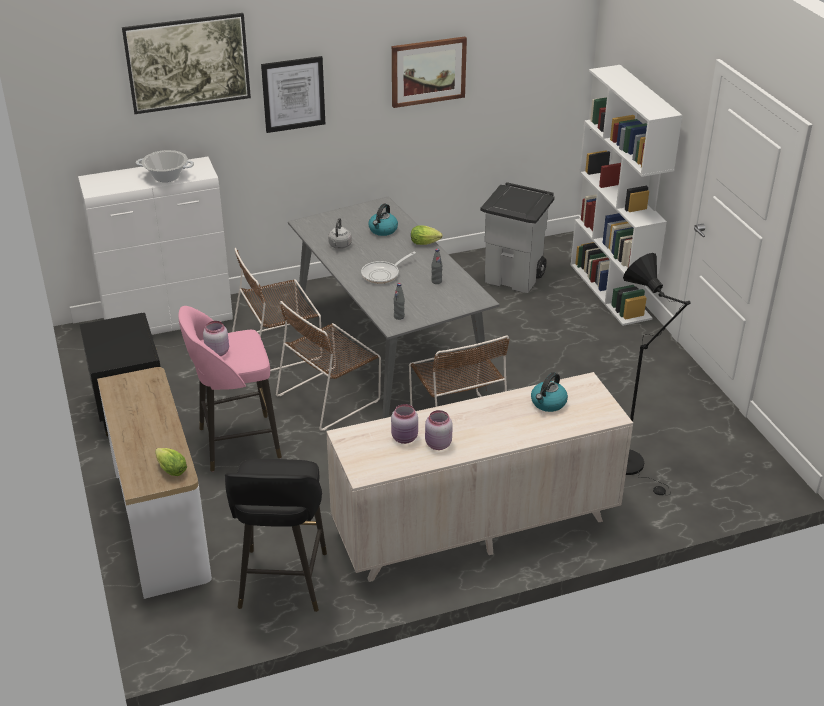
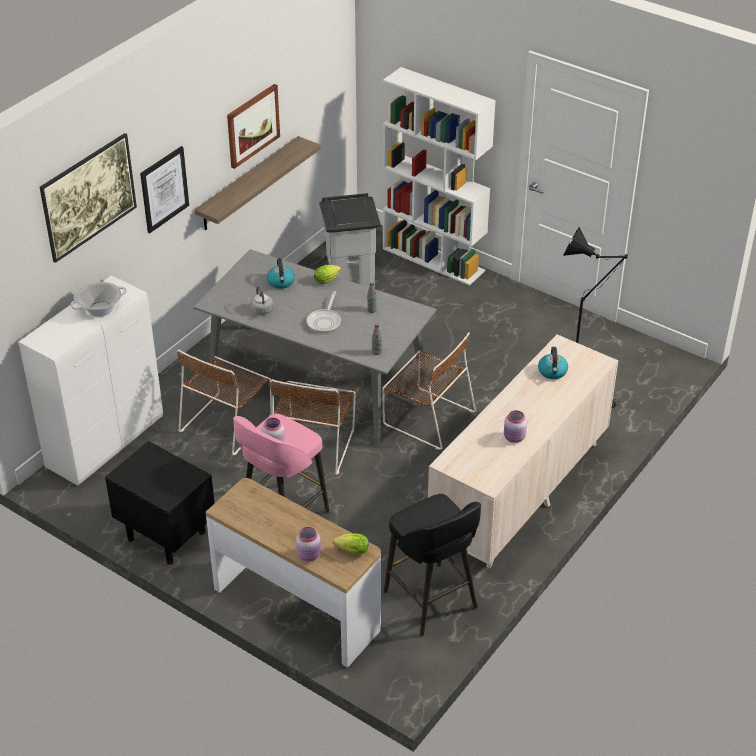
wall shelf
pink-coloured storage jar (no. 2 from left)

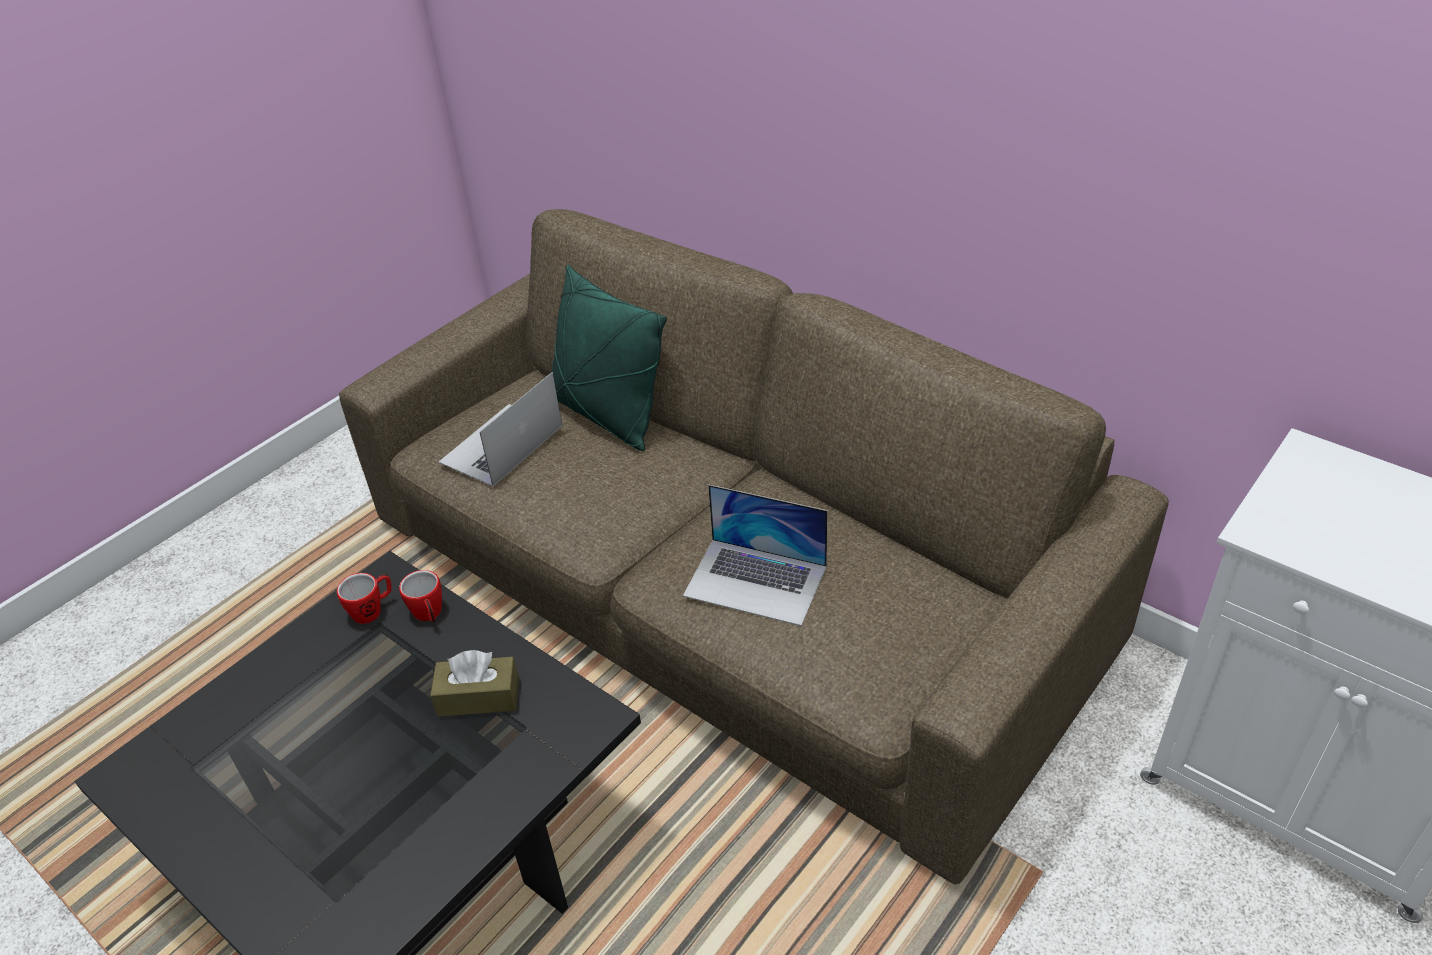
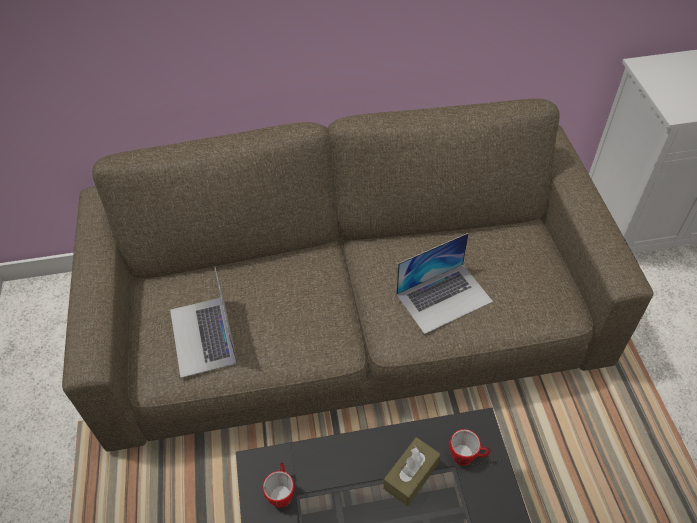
tea mug (no. 2 from left)
green-coloured pillow

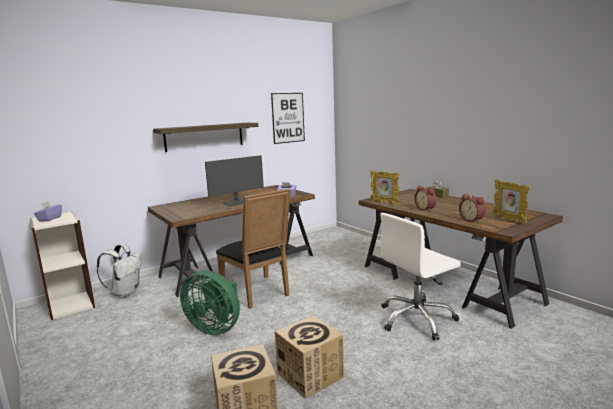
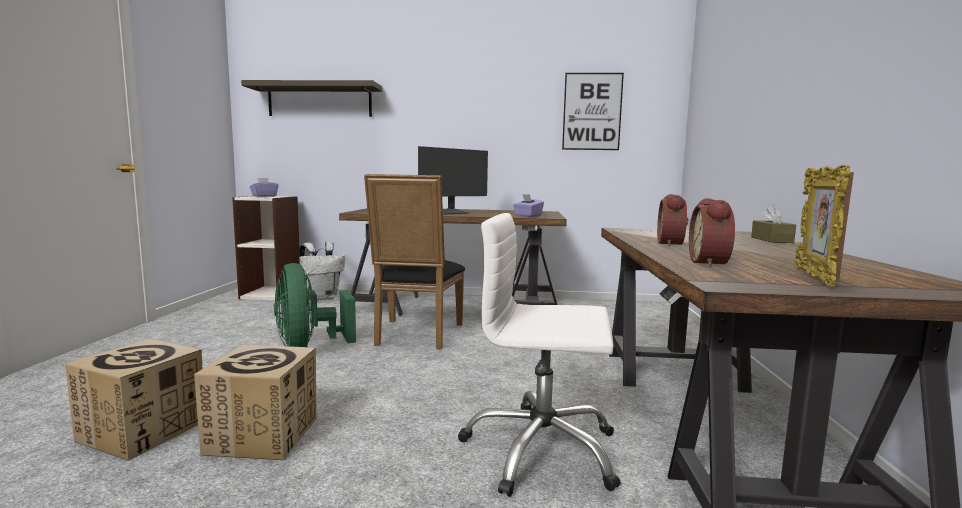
wall shelf
monitor
photo frame (no. 1 from left in the first image)

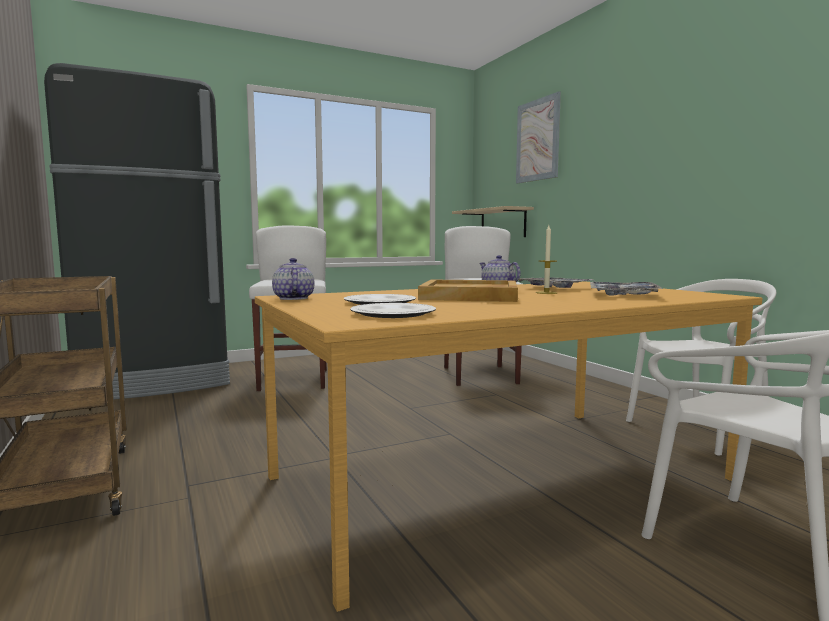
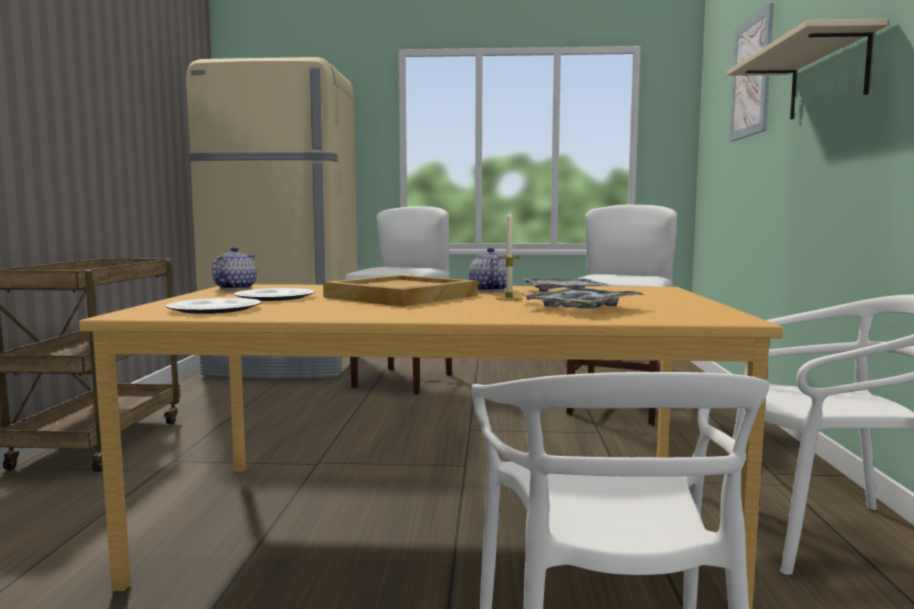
beige refrigerator
beige wall shelf

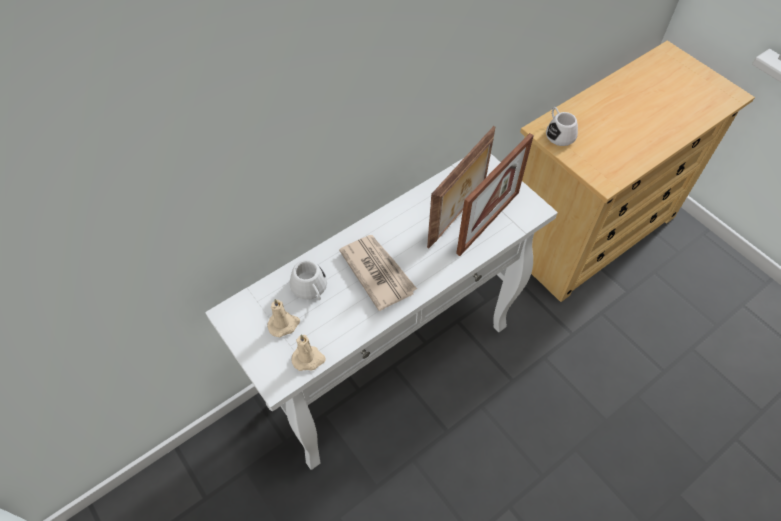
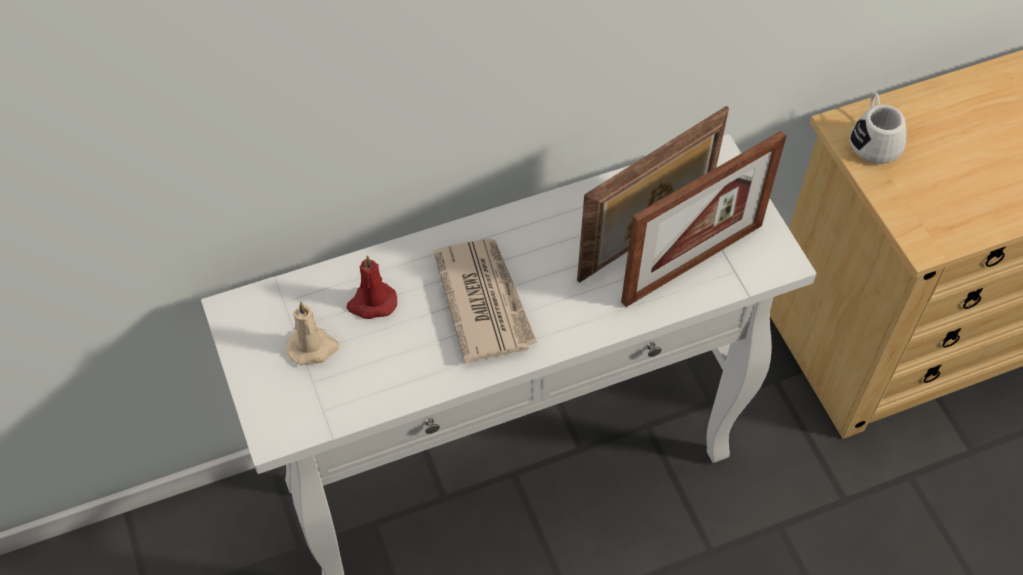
red wax candle
beige wax candle (no. 2 from left in the first image)

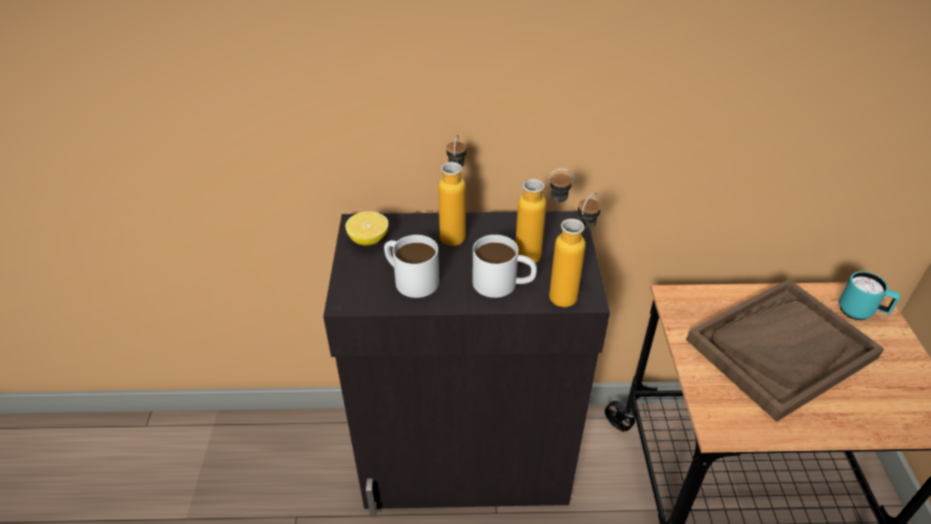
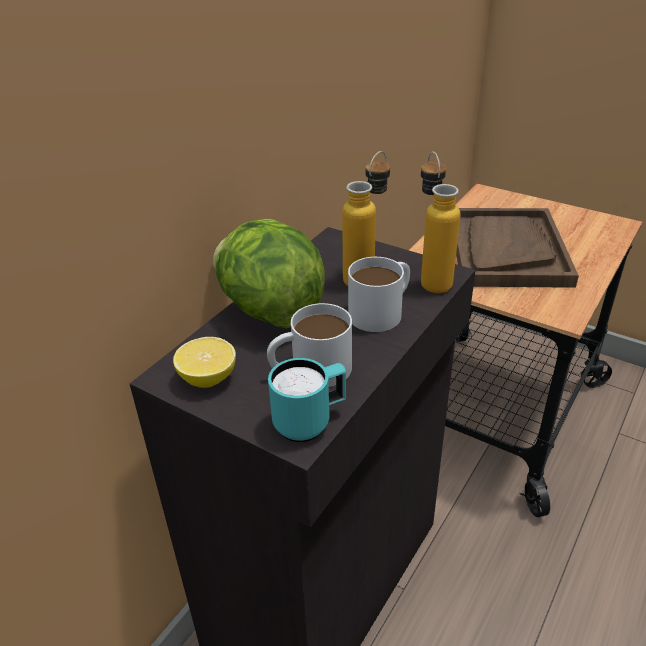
lettuce
turquoise-coloured tea mug

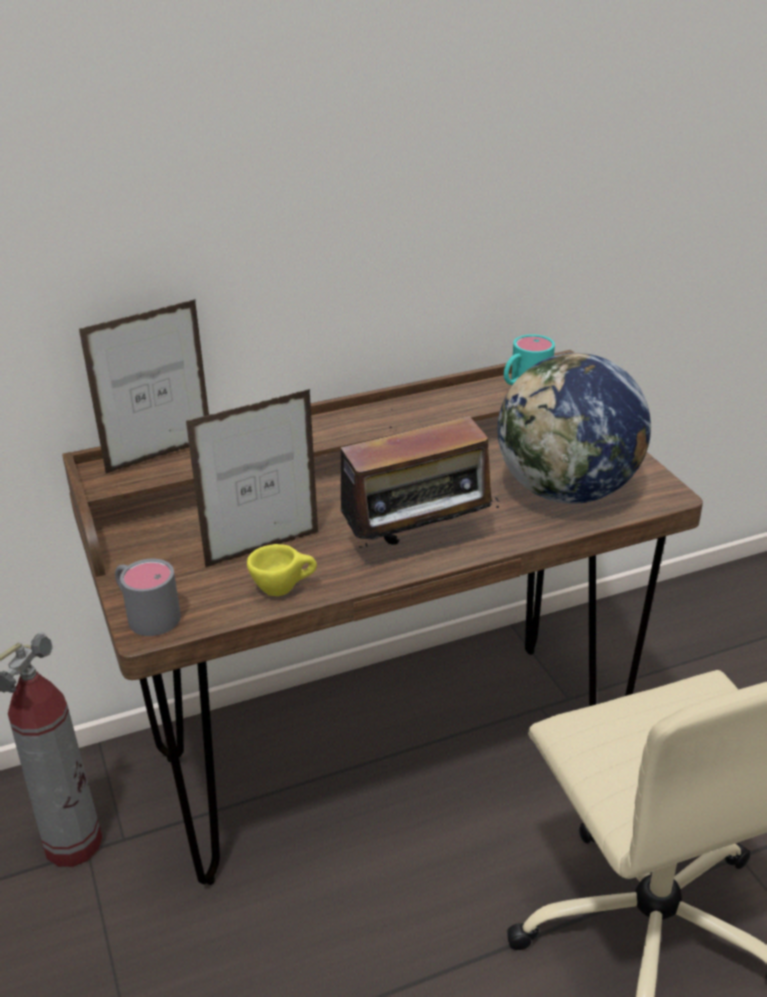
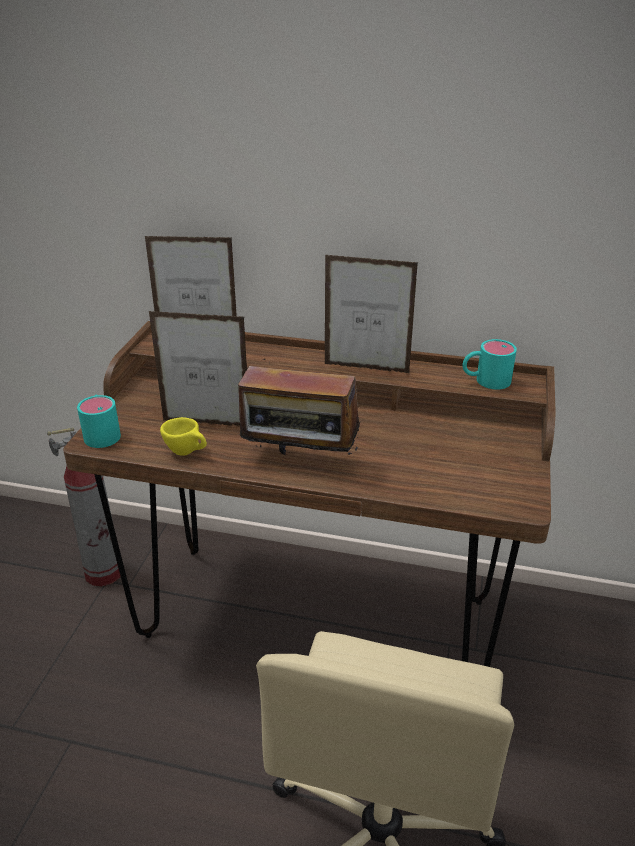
turquoise-coloured tea mug (no. 1 from left)
photo frame (no. 3 from left)
globe

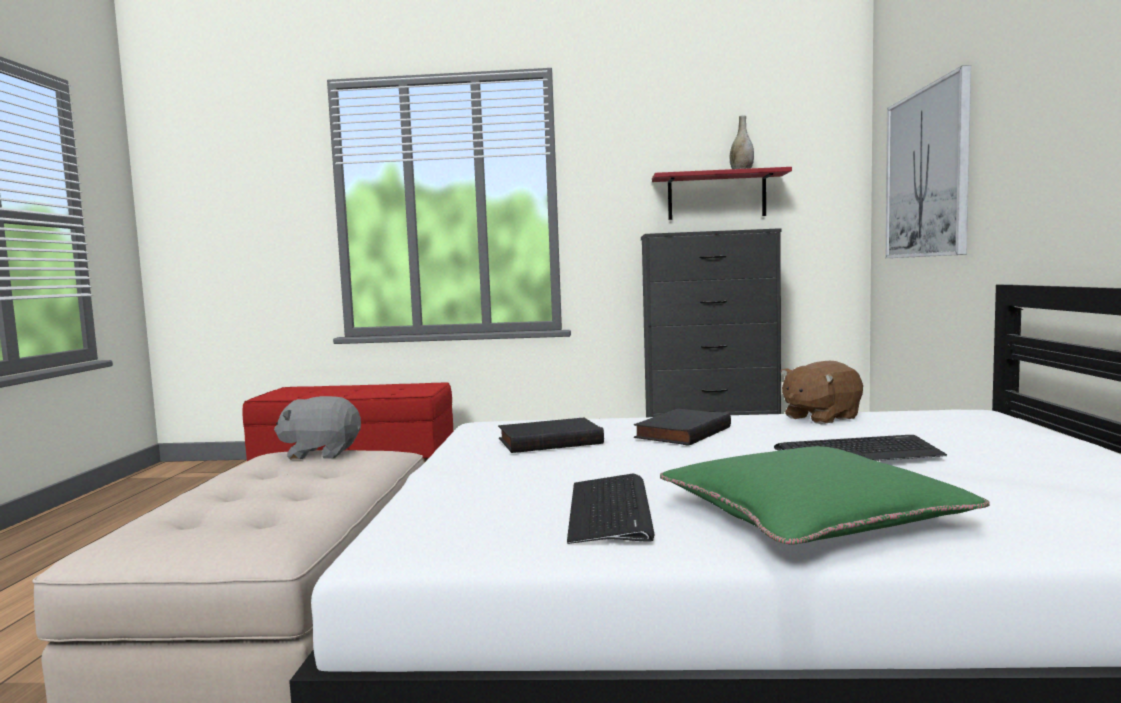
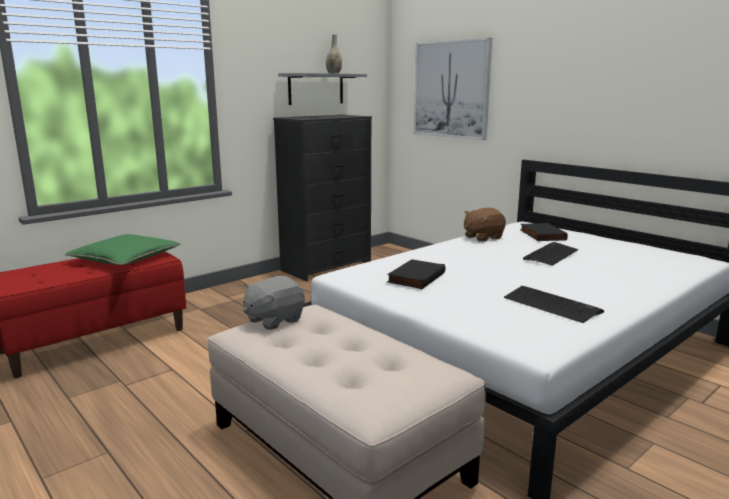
green-coloured pillow
gray wall shelf
brownish plush toy
black-coloured book (no. 2 from left)

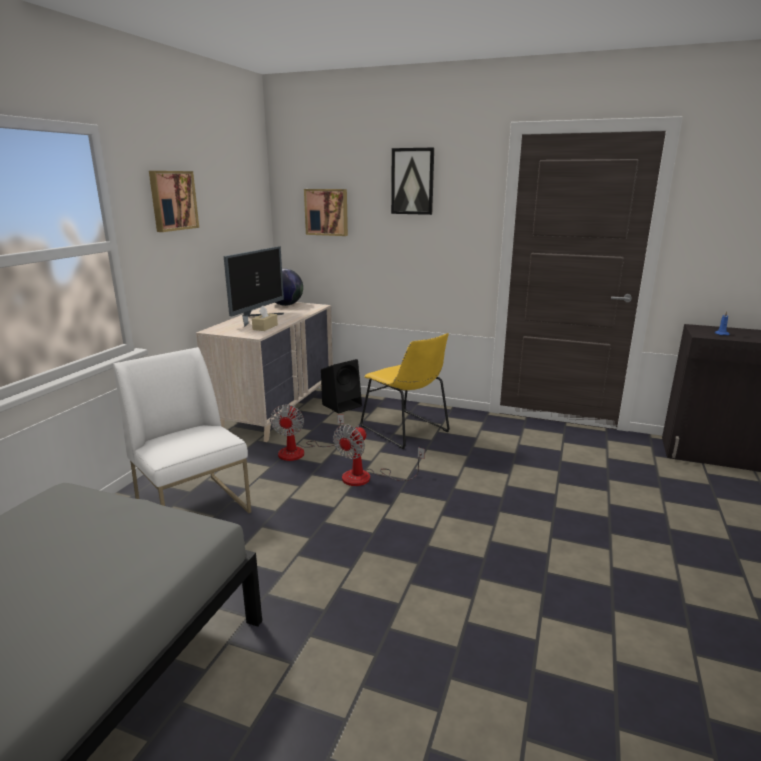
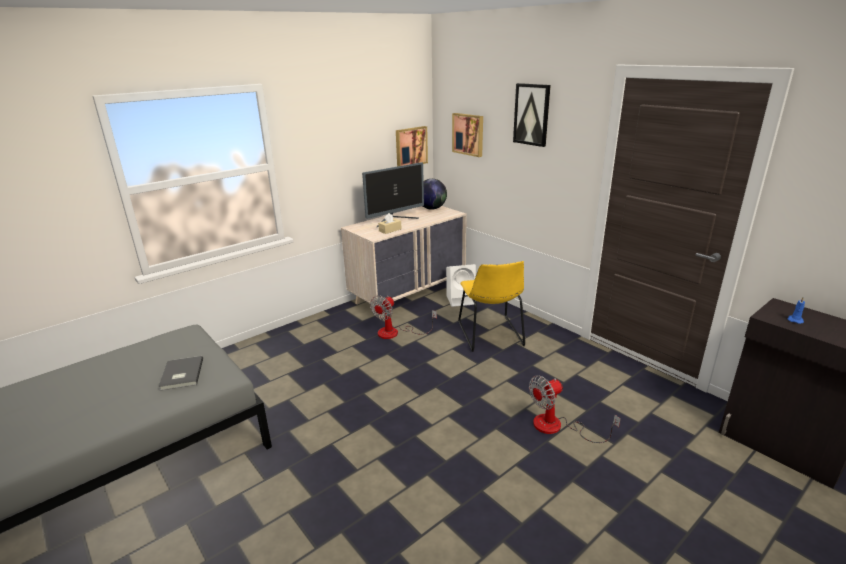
gray book
picture (no. 1 from left)
whitish speaker
electric fan (no. 2 from left)
whitish upright chair

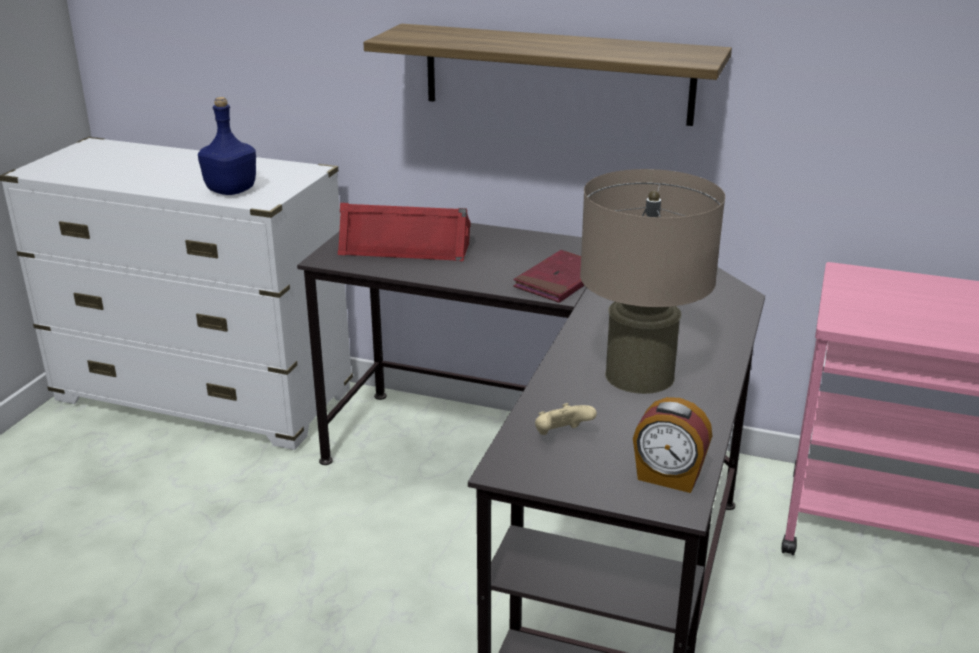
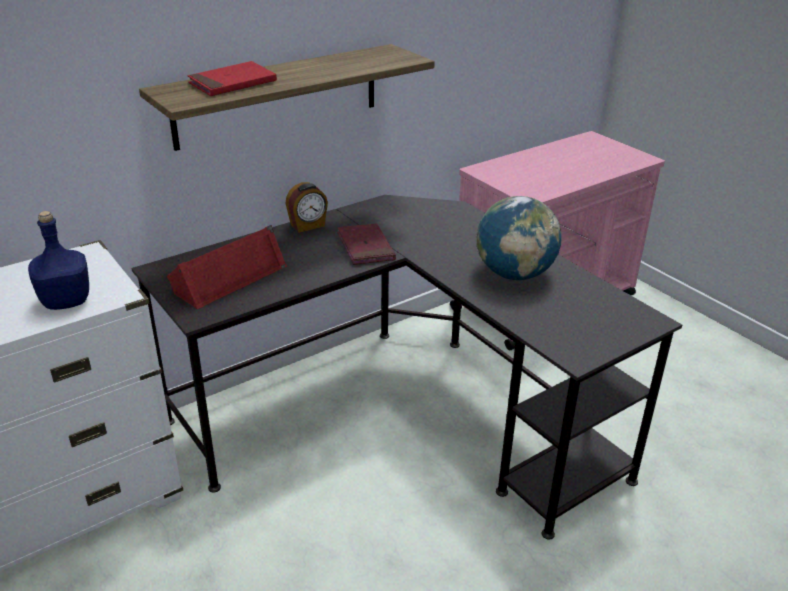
red book (no. 1 from left)
table clock
globe
beige game controller

